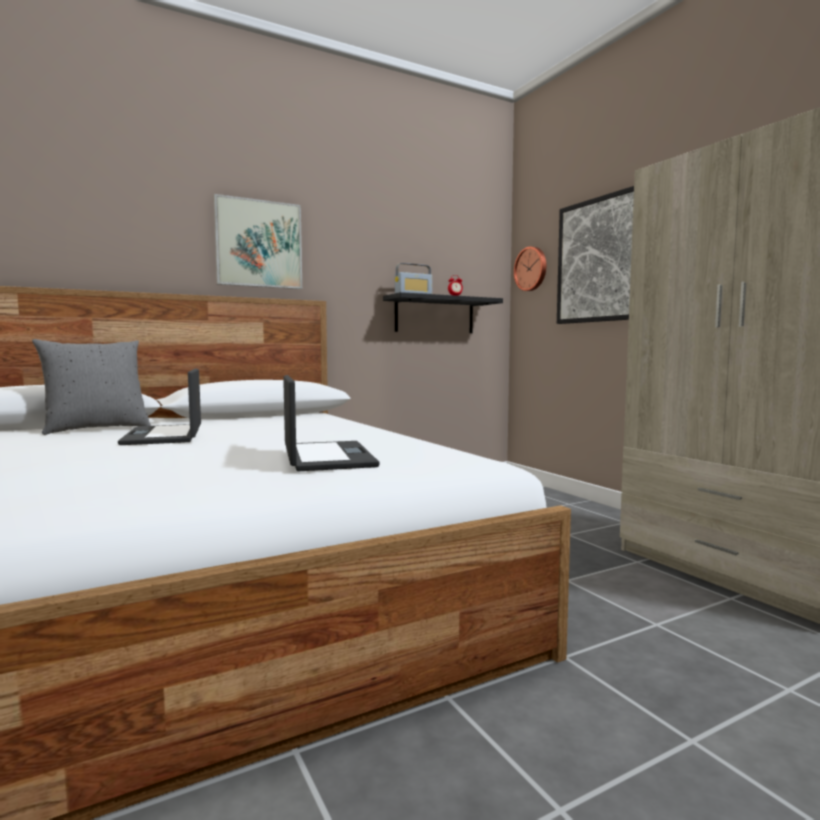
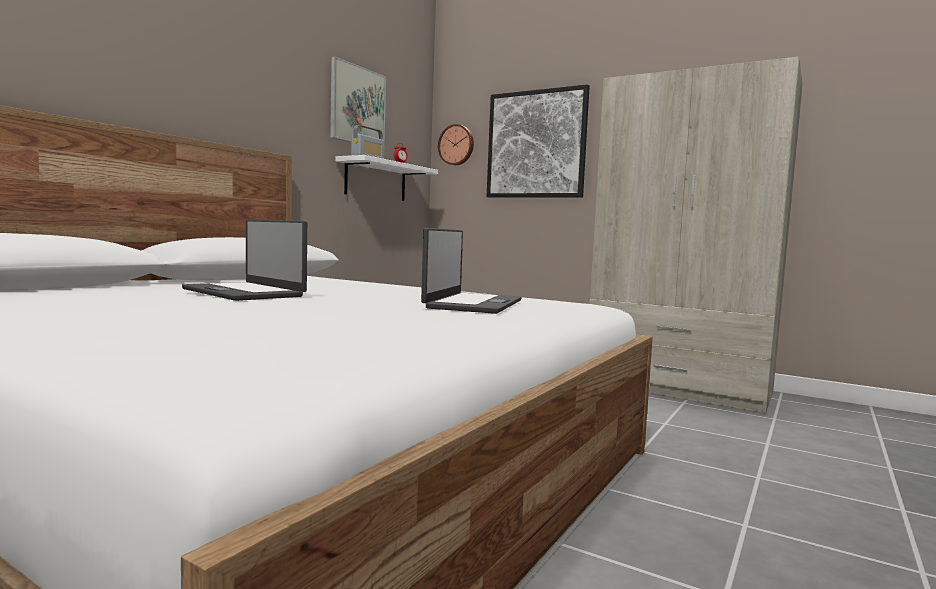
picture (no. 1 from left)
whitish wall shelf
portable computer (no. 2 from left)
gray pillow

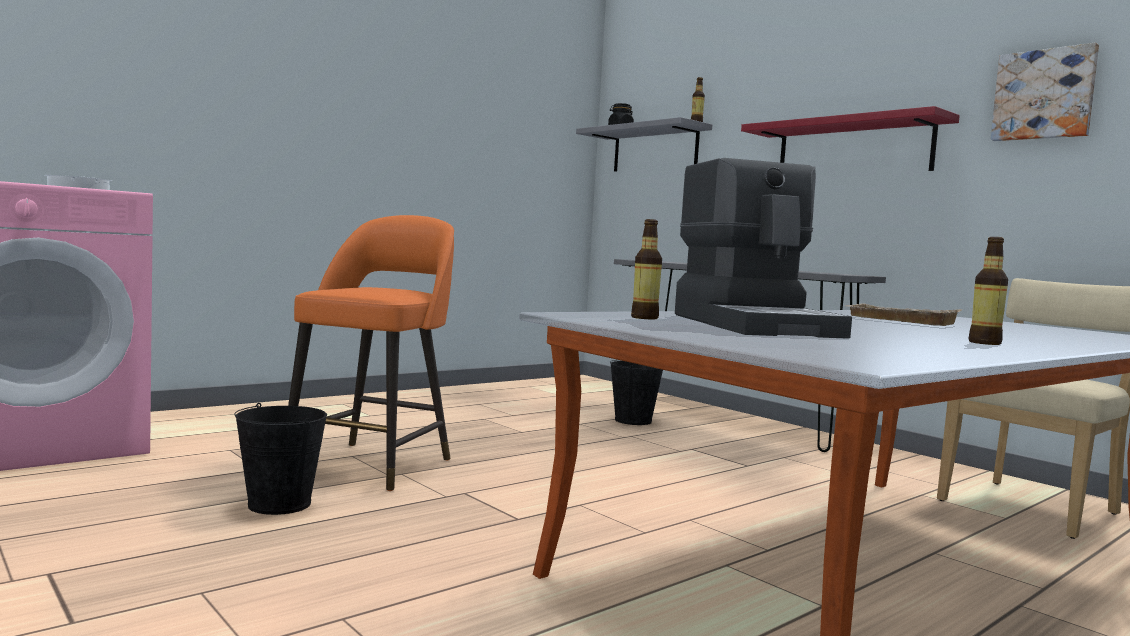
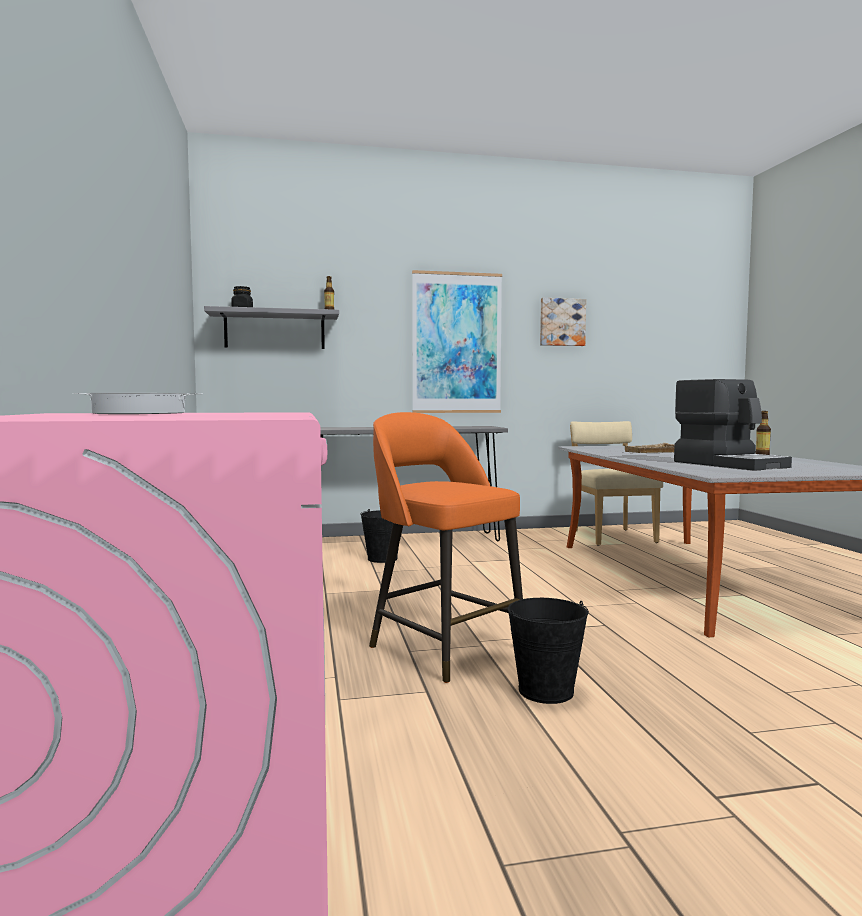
picture (no. 1 from left)
coffee maker
bottle (no. 1 from left in the first image)

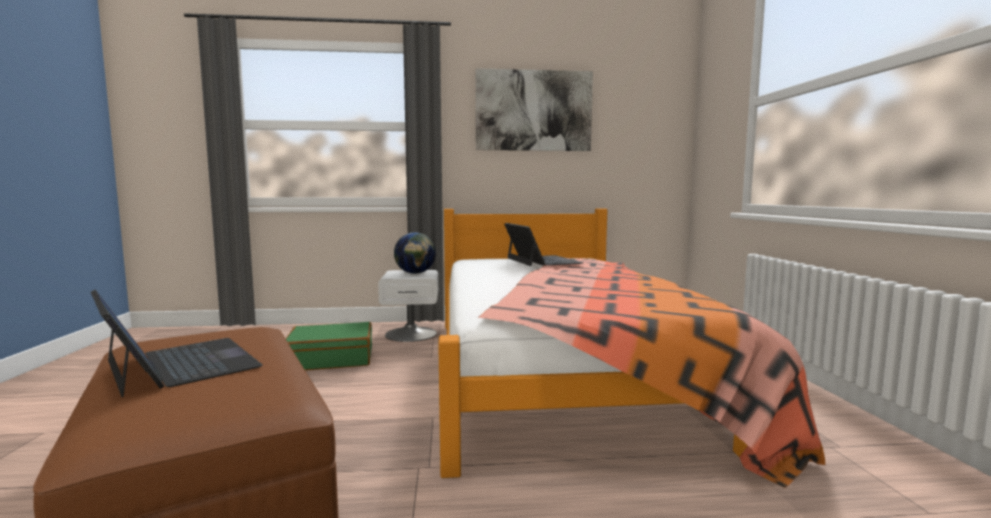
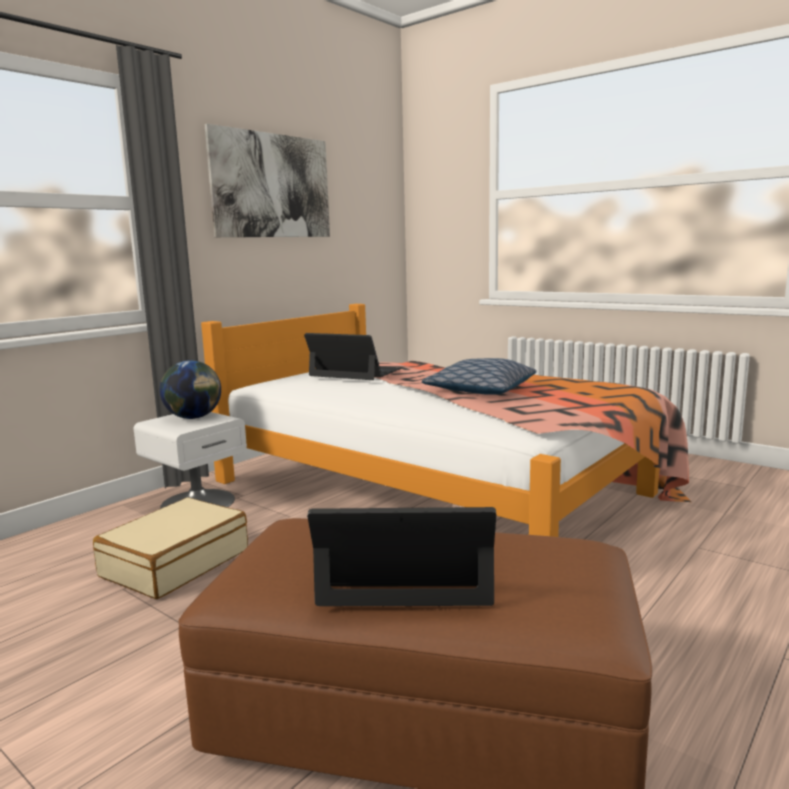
beige travel case
pillow

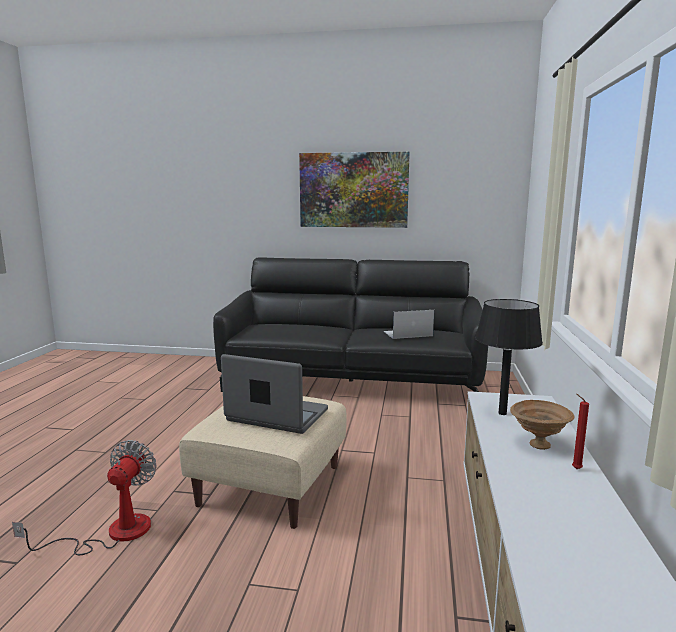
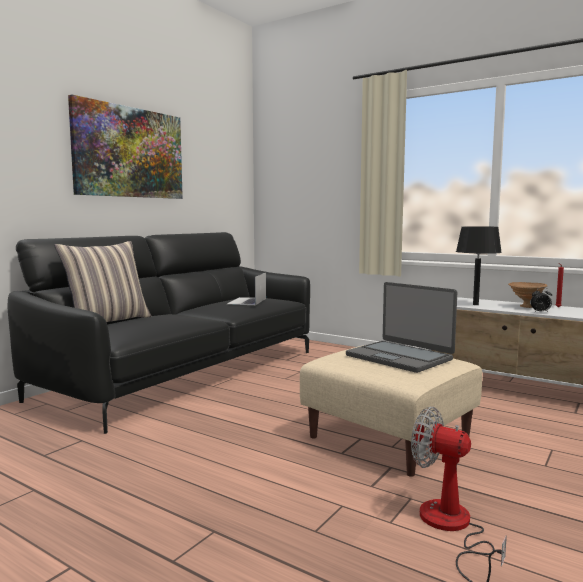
pillow
portable computer (no. 2 from left)
table clock

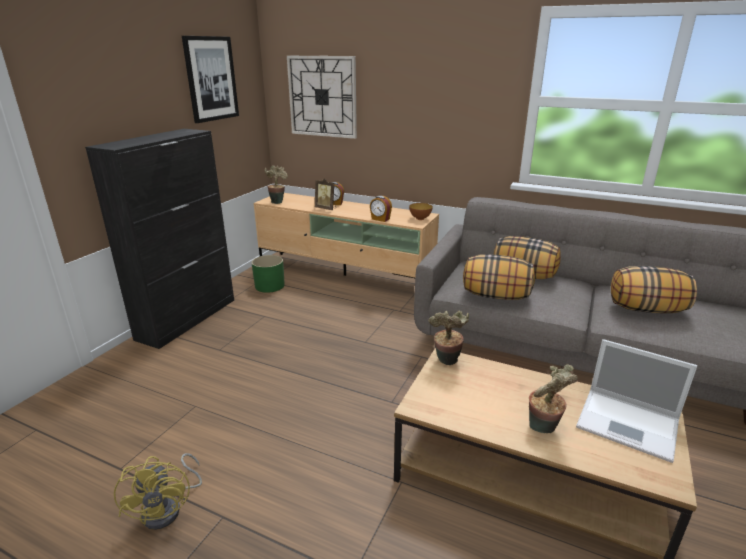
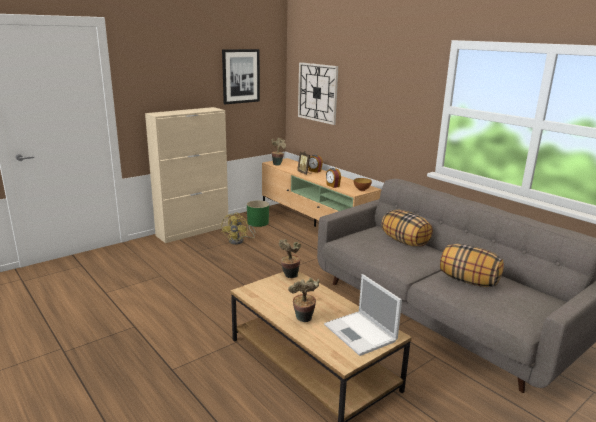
beige cabinet
yellow electric fan
pillow (no. 1 from left in the first image)

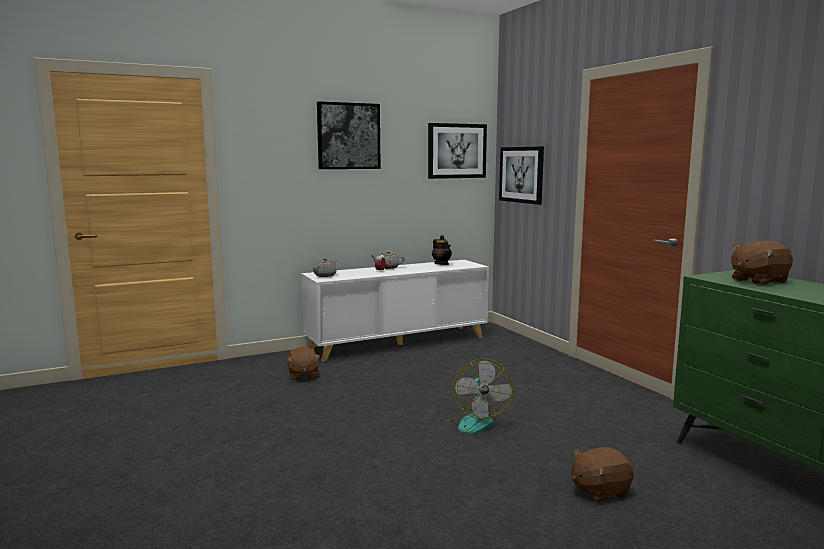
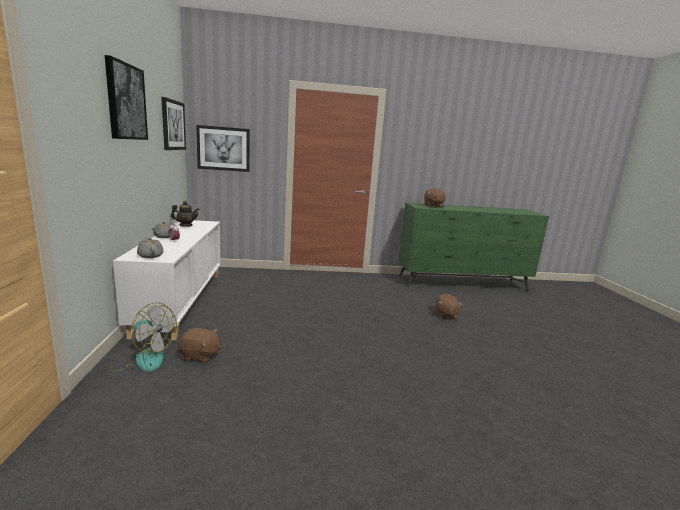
electric fan

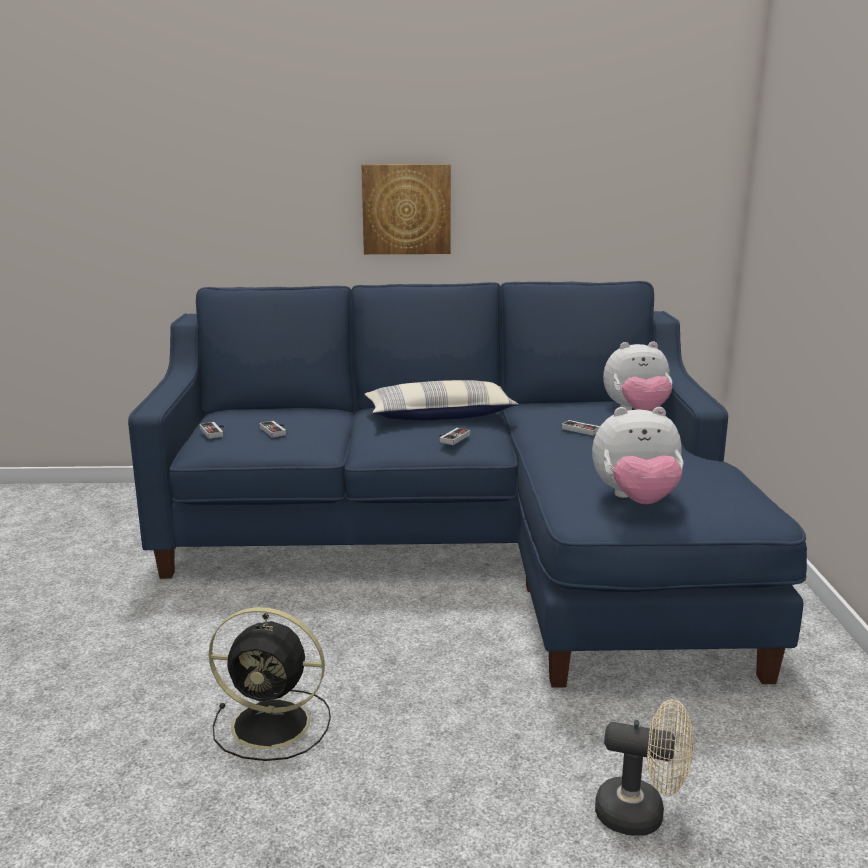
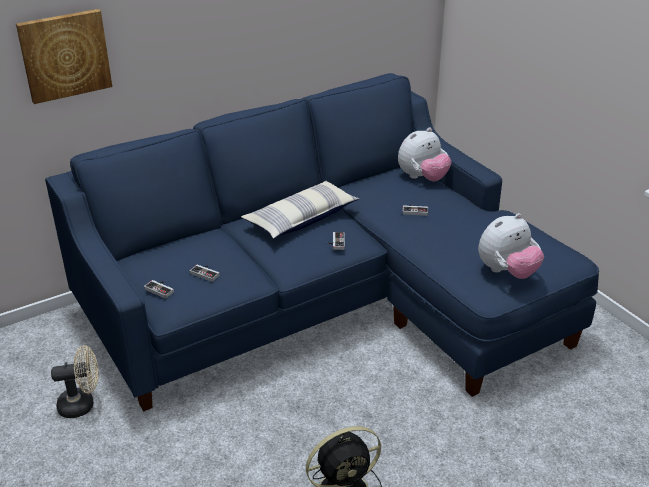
picture
beige electric fan

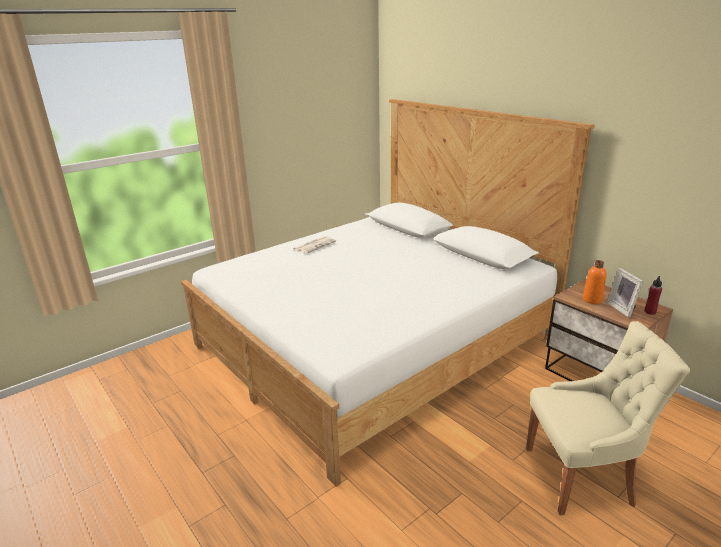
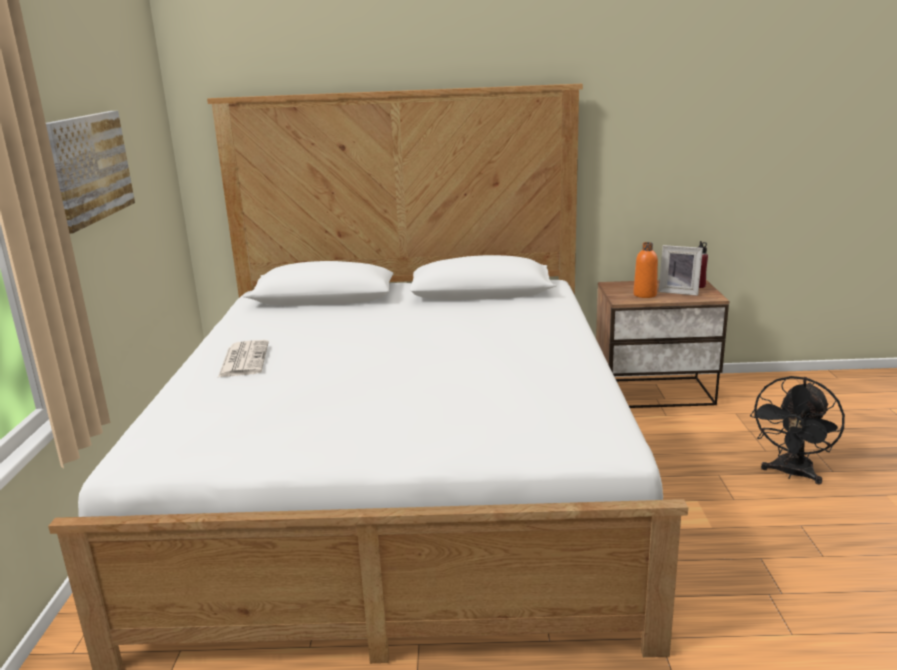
picture
black-coloured electric fan

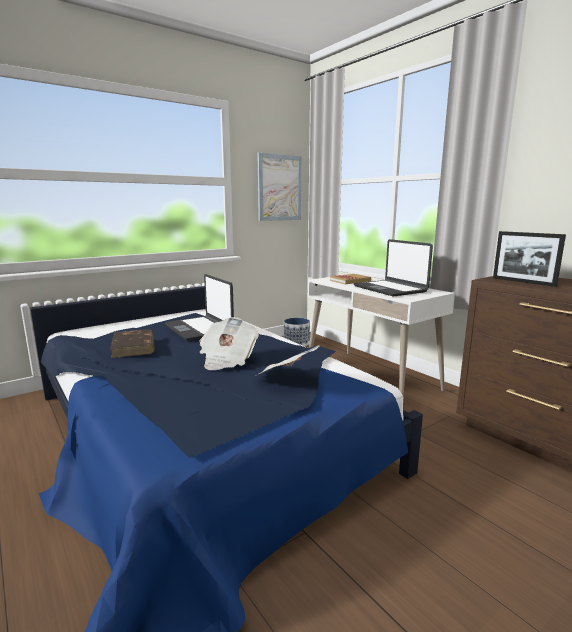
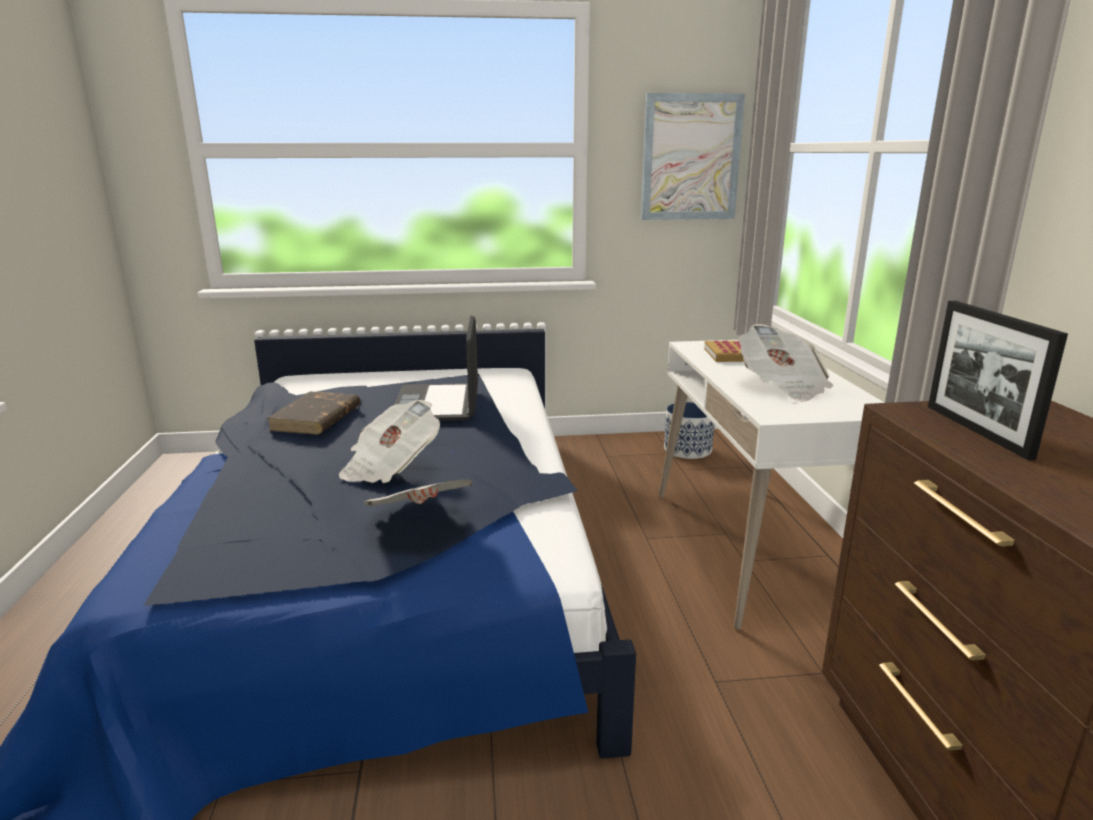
newspaper (no. 3 from left)

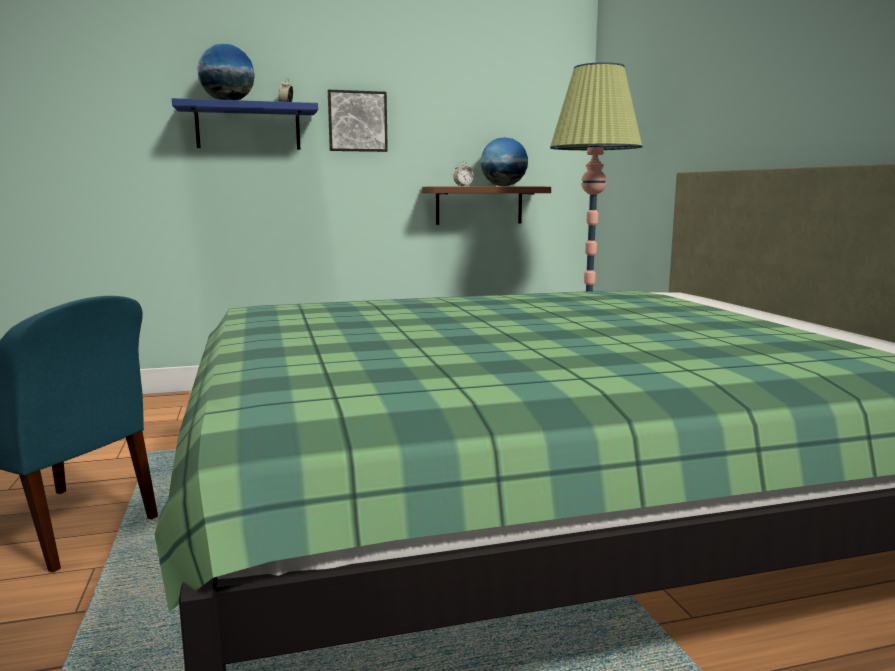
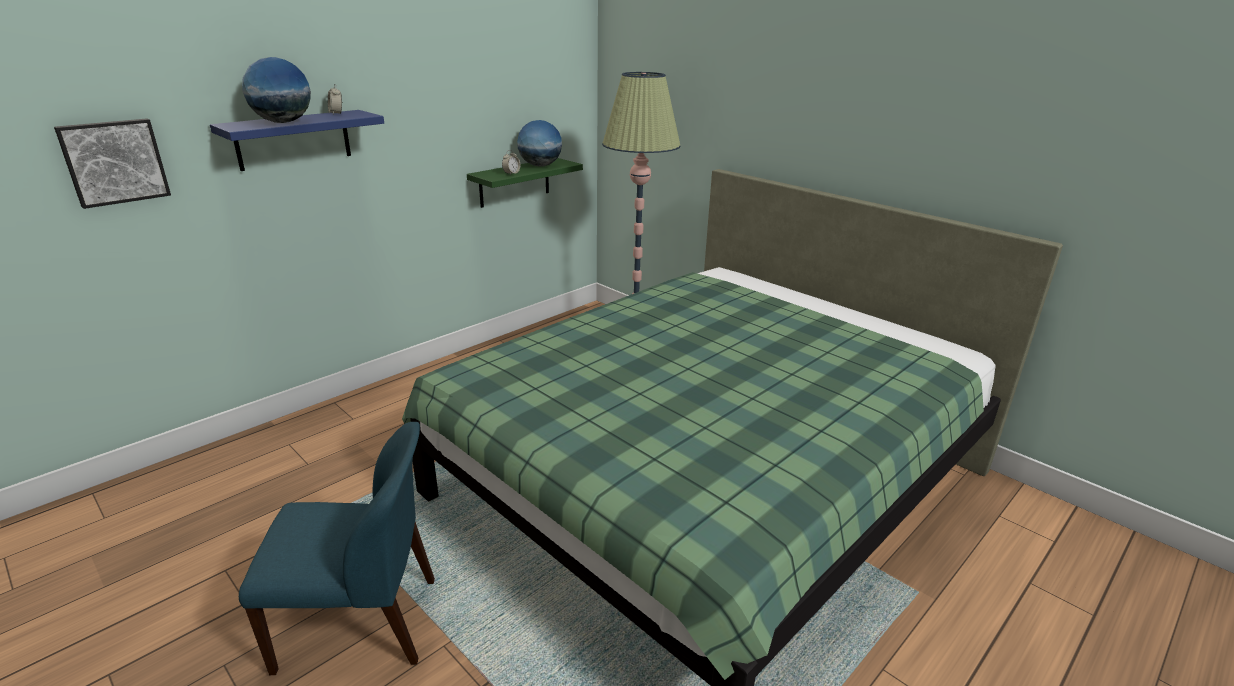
picture
green-coloured wall shelf

